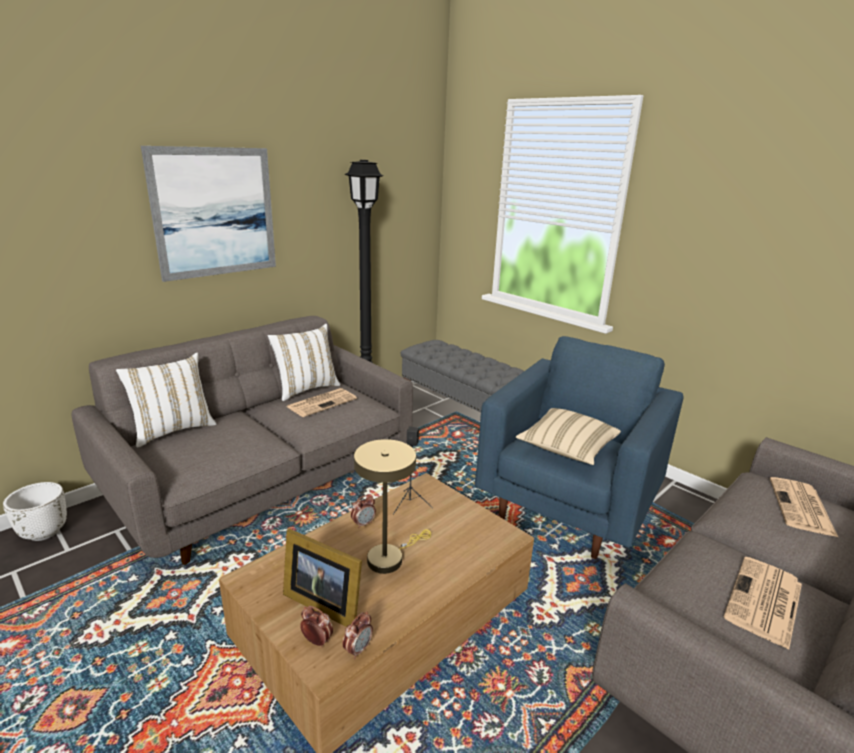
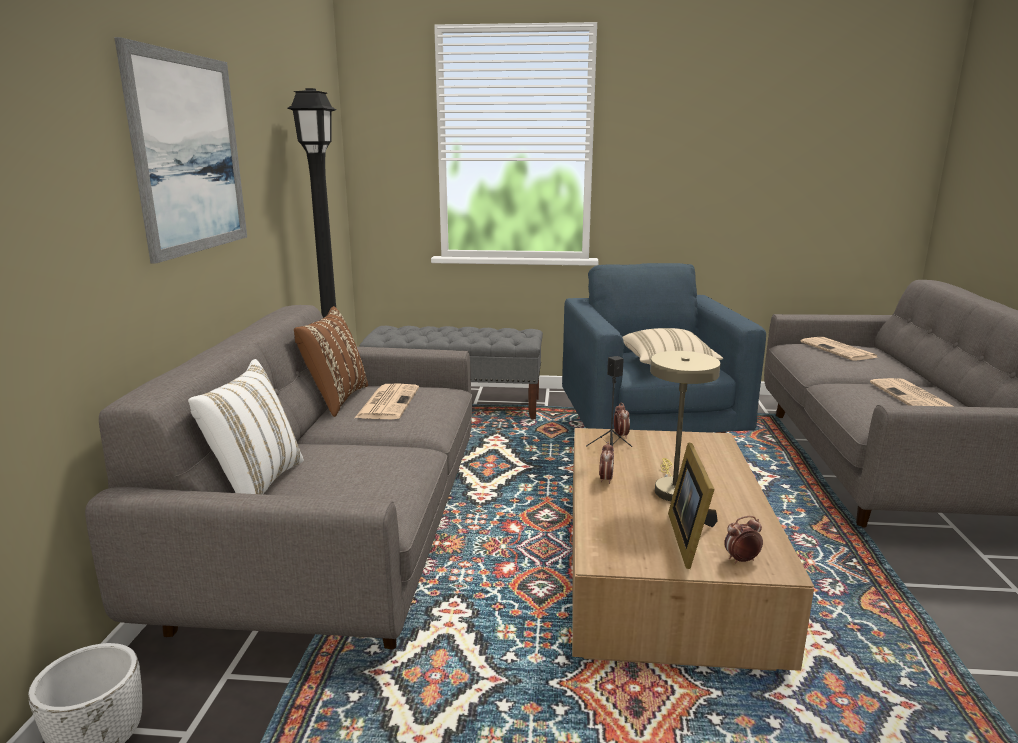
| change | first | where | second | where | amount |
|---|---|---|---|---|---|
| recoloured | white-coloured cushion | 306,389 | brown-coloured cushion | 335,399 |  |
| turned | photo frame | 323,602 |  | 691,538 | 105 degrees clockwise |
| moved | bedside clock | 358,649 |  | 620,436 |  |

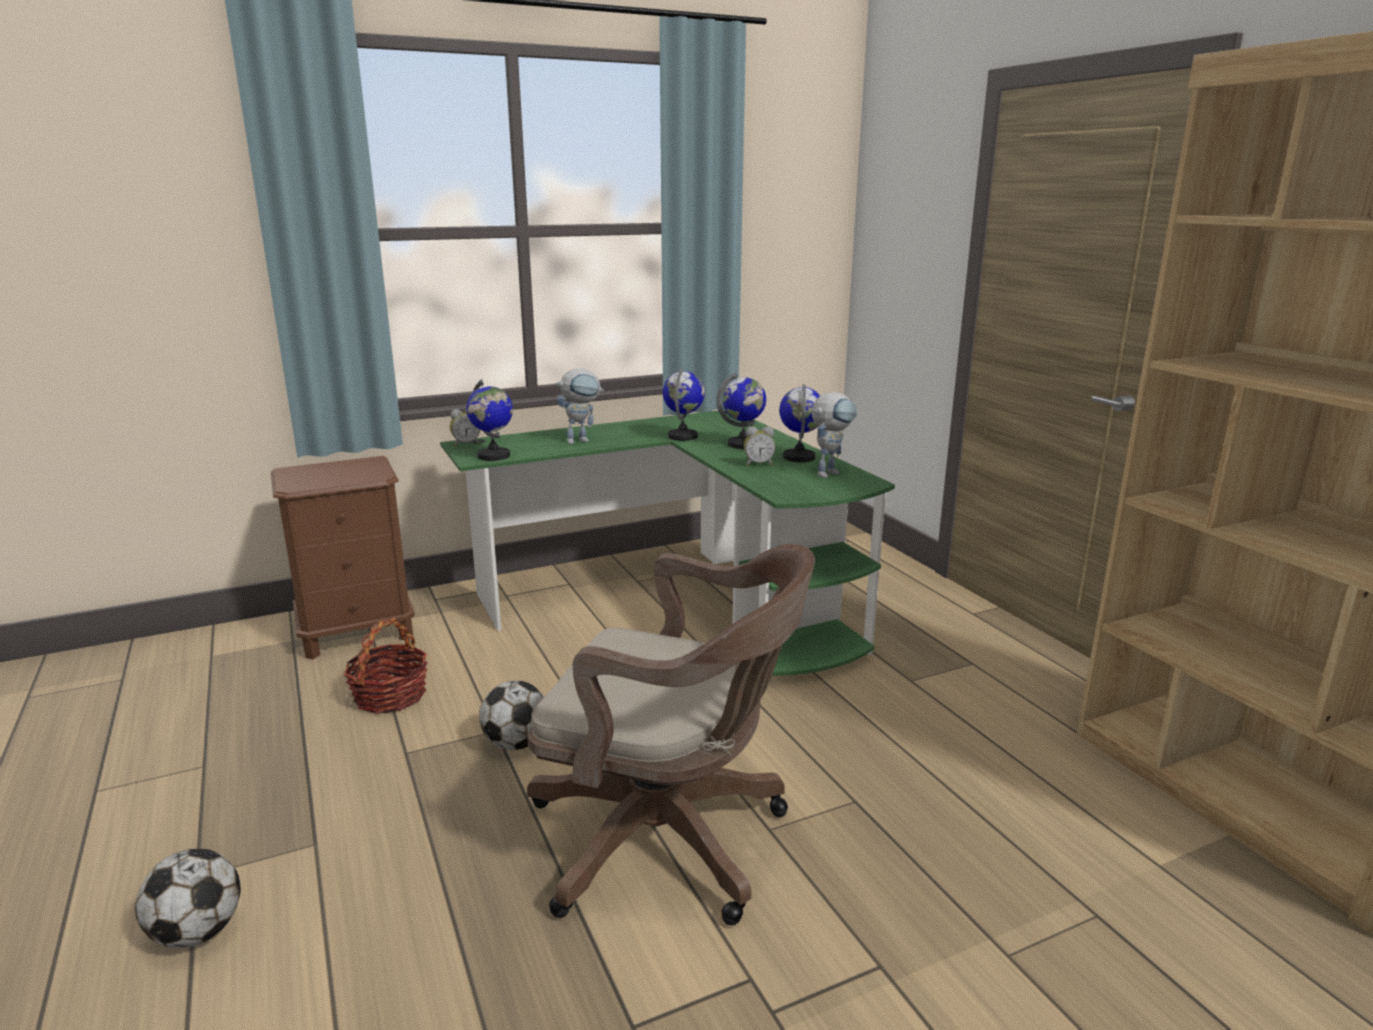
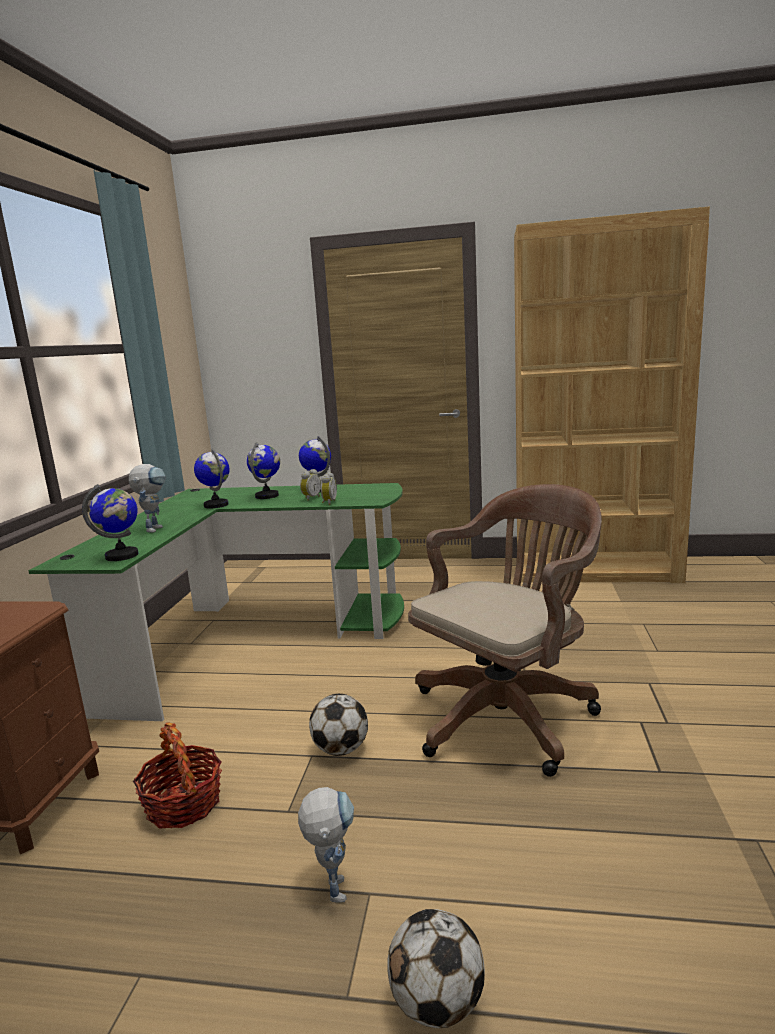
| change | first | where | second | where | amount |
|---|---|---|---|---|---|
| moved | toy robot | 830,472 |  | 333,883 |  |
| moved | bedside clock | 466,444 |  | 328,503 |  |

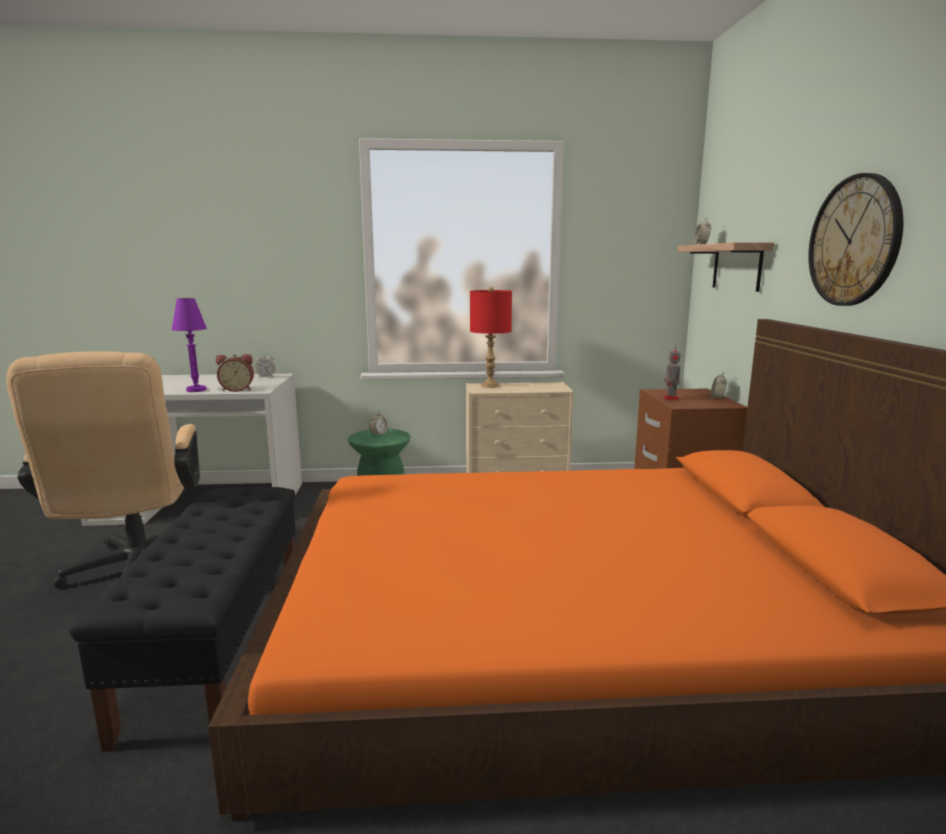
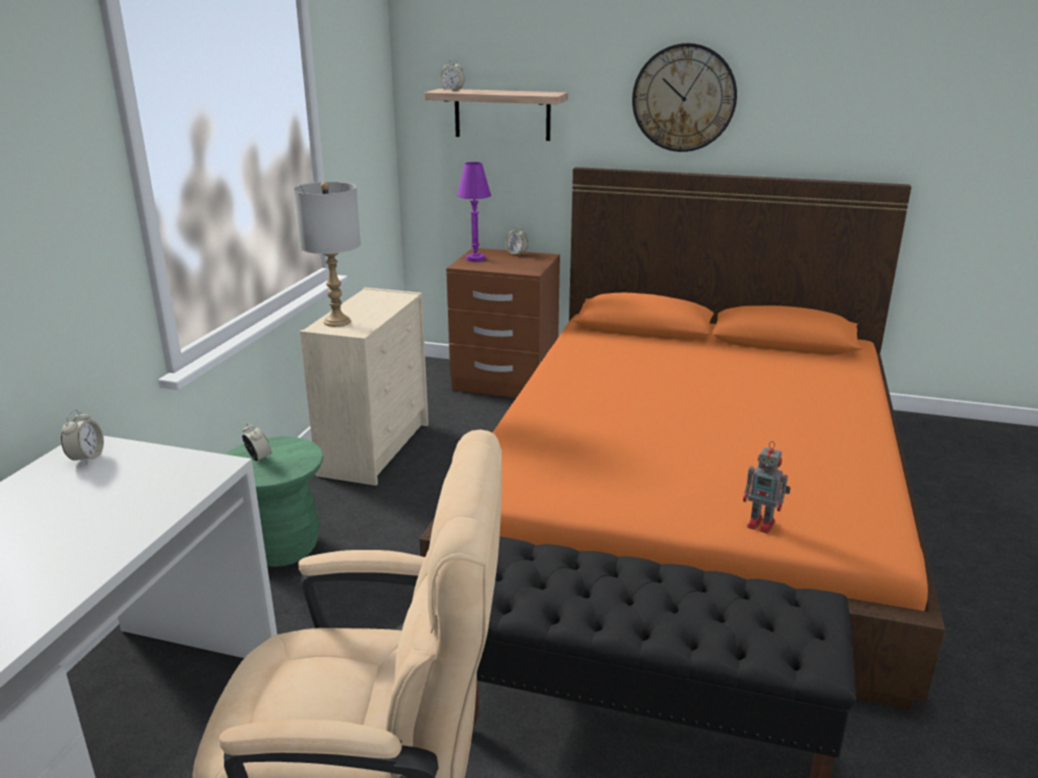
| change | first | where | second | where | amount |
|---|---|---|---|---|---|
| recoloured | reddish table lamp | 490,386 | grey table lamp | 337,322 |  |
| moved | purplish table lamp | 196,390 |  | 475,259 |  |
| moved | toy robot | 671,399 |  | 762,524 |  |
| removed | bedside clock | 237,389 |  |  |  |

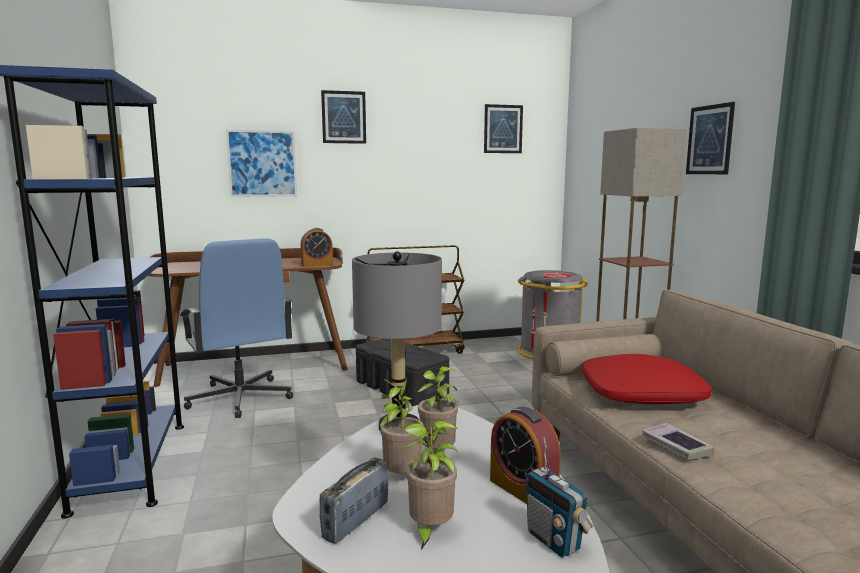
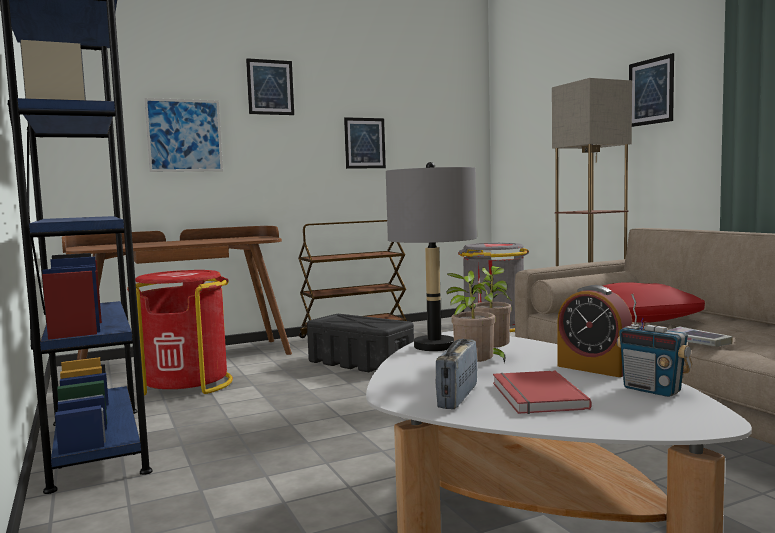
| change | first | where | second | where | amount |
|---|---|---|---|---|---|
| moved | wall picture | 503,129 |  | 365,143 |  |
| removed | bedside clock | 317,265 |  |  |  |
| replaced | blue desk chair | 240,398 | reddish rubbish bin | 186,384 |  |
| replaced | potted plant | 429,532 | reddish bound book | 535,396 |  |

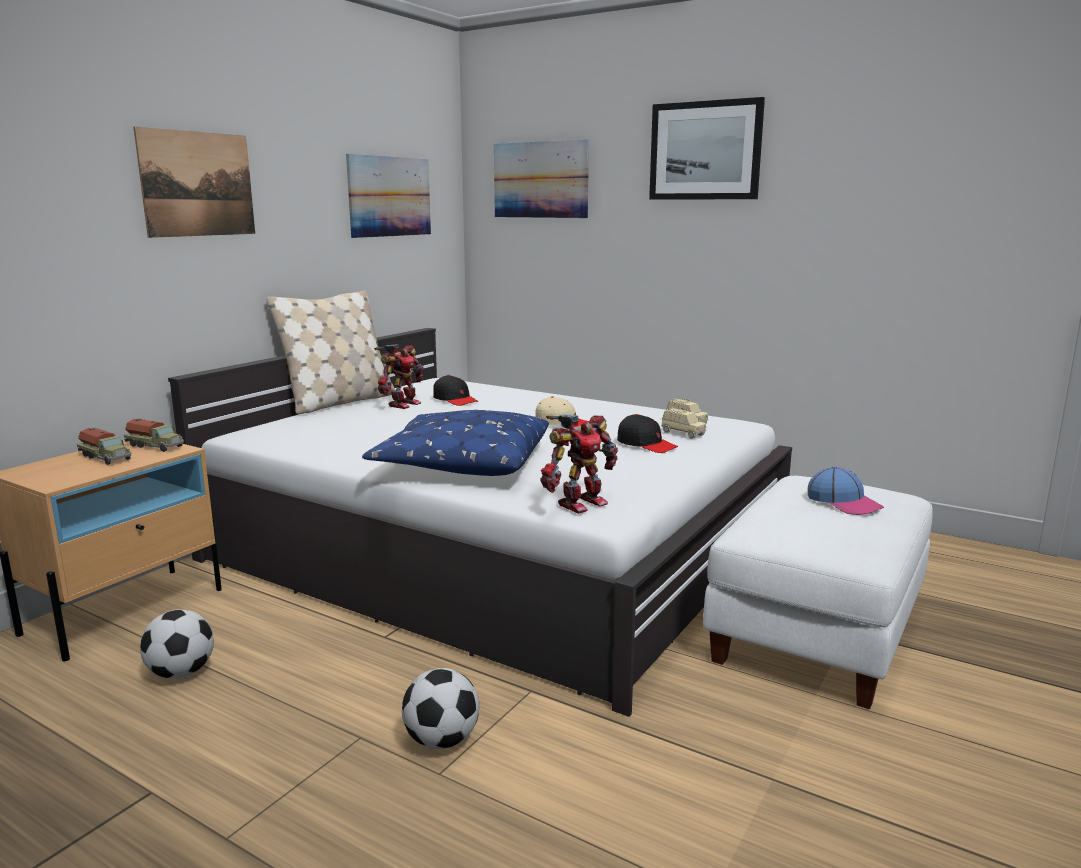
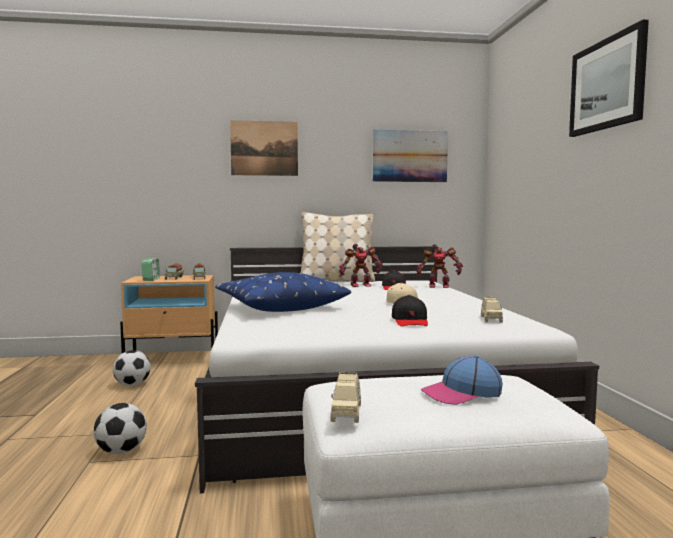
| change | first | where | second | where | amount |
|---|---|---|---|---|---|
| removed | wall picture | 540,180 |  |  |  |
| moved | sand-coloured toy car | 682,433 |  | 346,412 |  |
| moved | toy robot | 579,503 |  | 438,286 |  |
| turned | cap | 844,502 |  | 461,393 | 60 degrees clockwise |
| added |  |  | bedside clock | 151,279 |  |

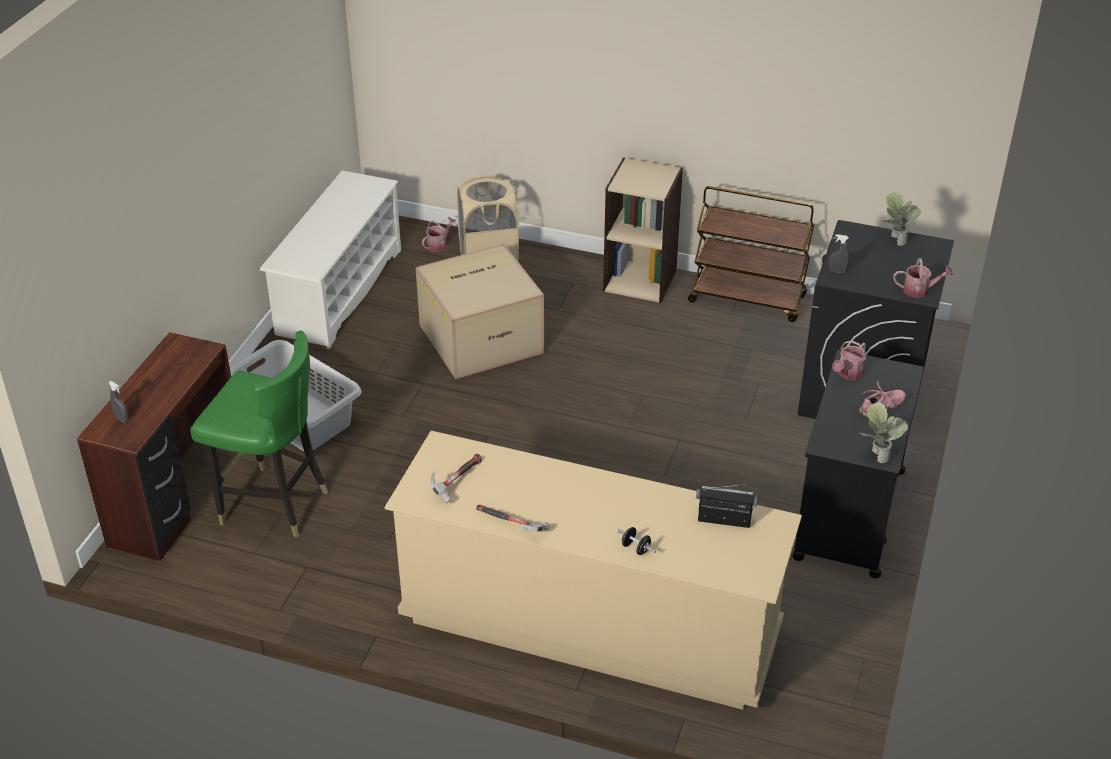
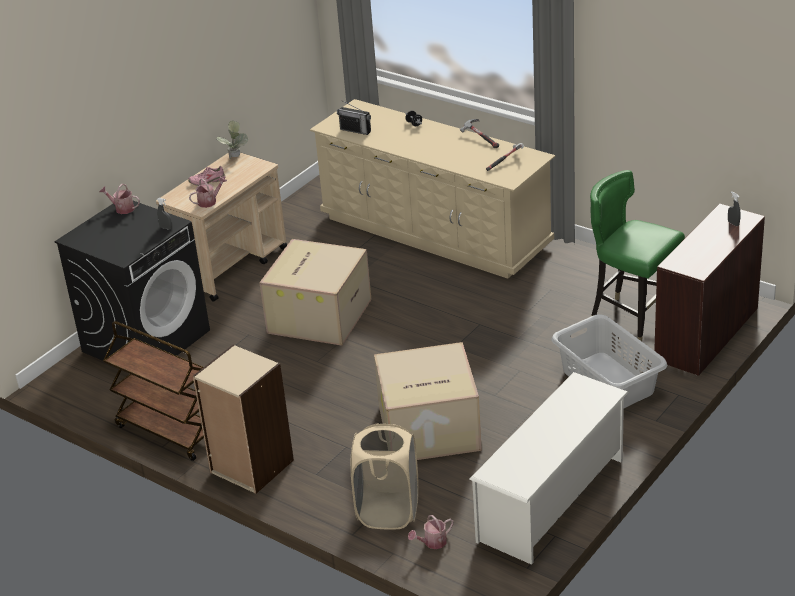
| change | first | where | second | where | amount |
|---|---|---|---|---|---|
| removed | potted plant | 895,239 |  |  |  |
| recoloured | blackish trolley | 849,515 | sand-coloured trolley | 231,266 |  |
| added |  |  | cardboard box | 319,315 |  |

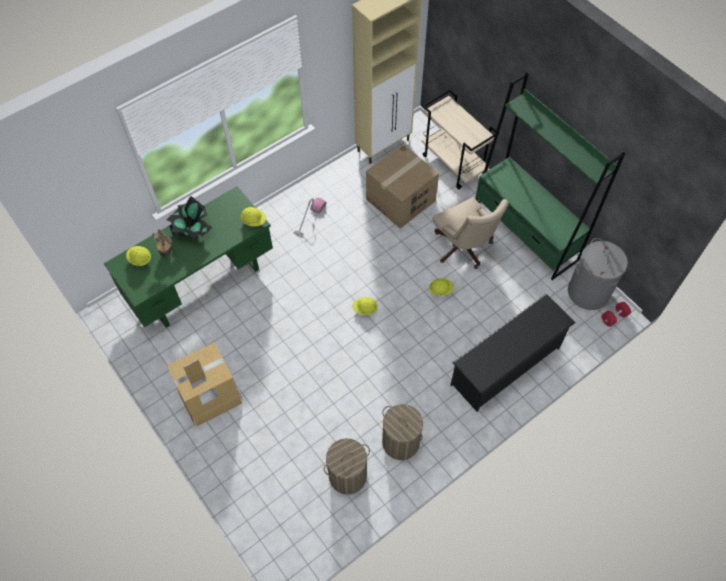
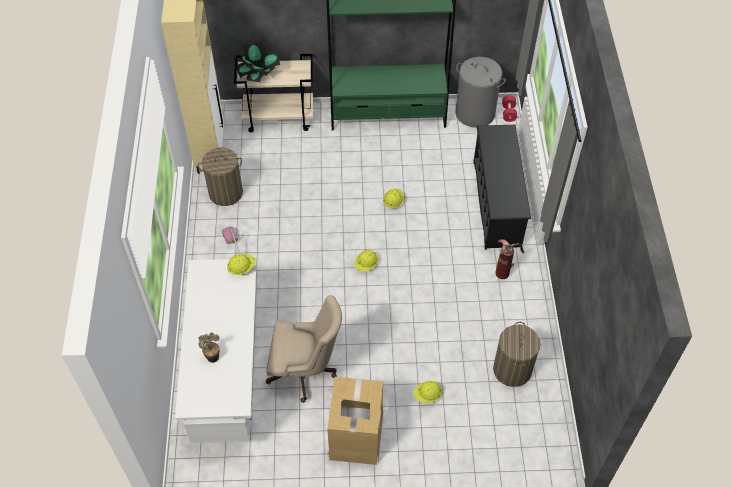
| change | first | where | second | where | amount |
|---|---|---|---|---|---|
| removed | cardboard box | 400,200 |  |  |  |
| recoloured | green-coloured desk table | 202,283 | white-coloured desk table | 227,375 |  |
| moved | potted plant | 192,230 |  | 259,75 |  |
| moved | sand-coloured desk chair | 464,249 |  | 306,371 |  |
| moved | yellowish safety helmet | 140,259 |  | 427,395 |  |
| moved | hamper | 400,442 |  | 225,193 |  |
| added |  |  | fire-fighting cylinder | 505,269 |  |

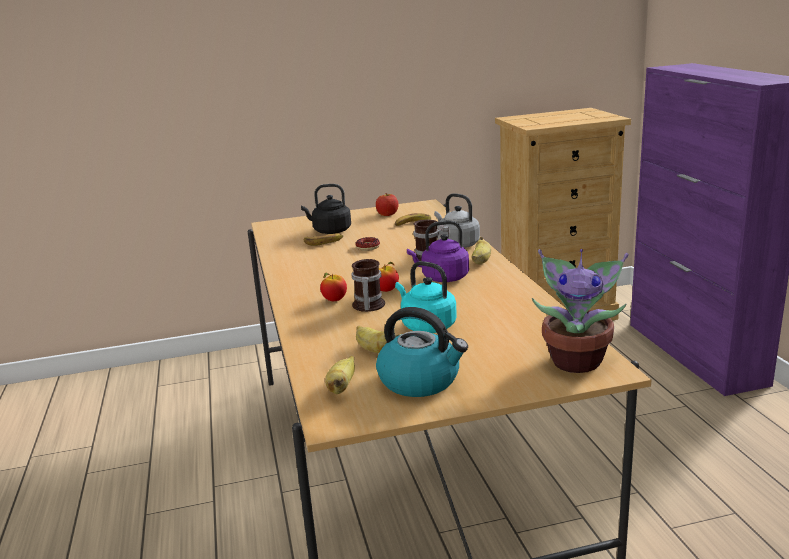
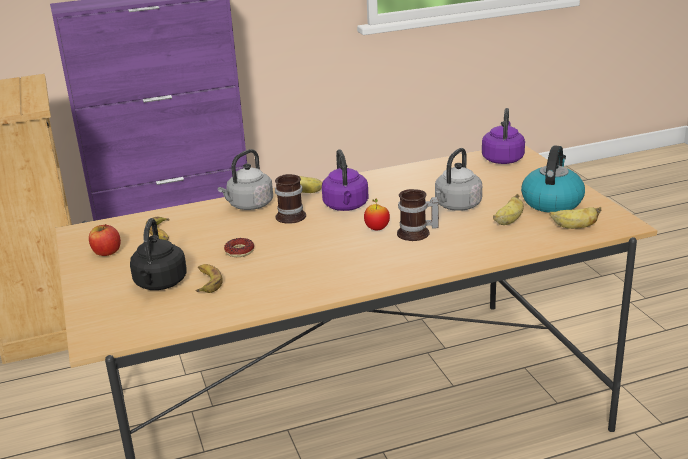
| change | first | where | second | where | amount |
|---|---|---|---|---|---|
| replaced | potted plant | 577,360 | purplish water kettle | 503,158 |  |
| recoloured | turquoise-coloured water kettle | 426,326 | grey water kettle | 456,206 |  |
| removed | apple | 334,300 |  |  |  |

